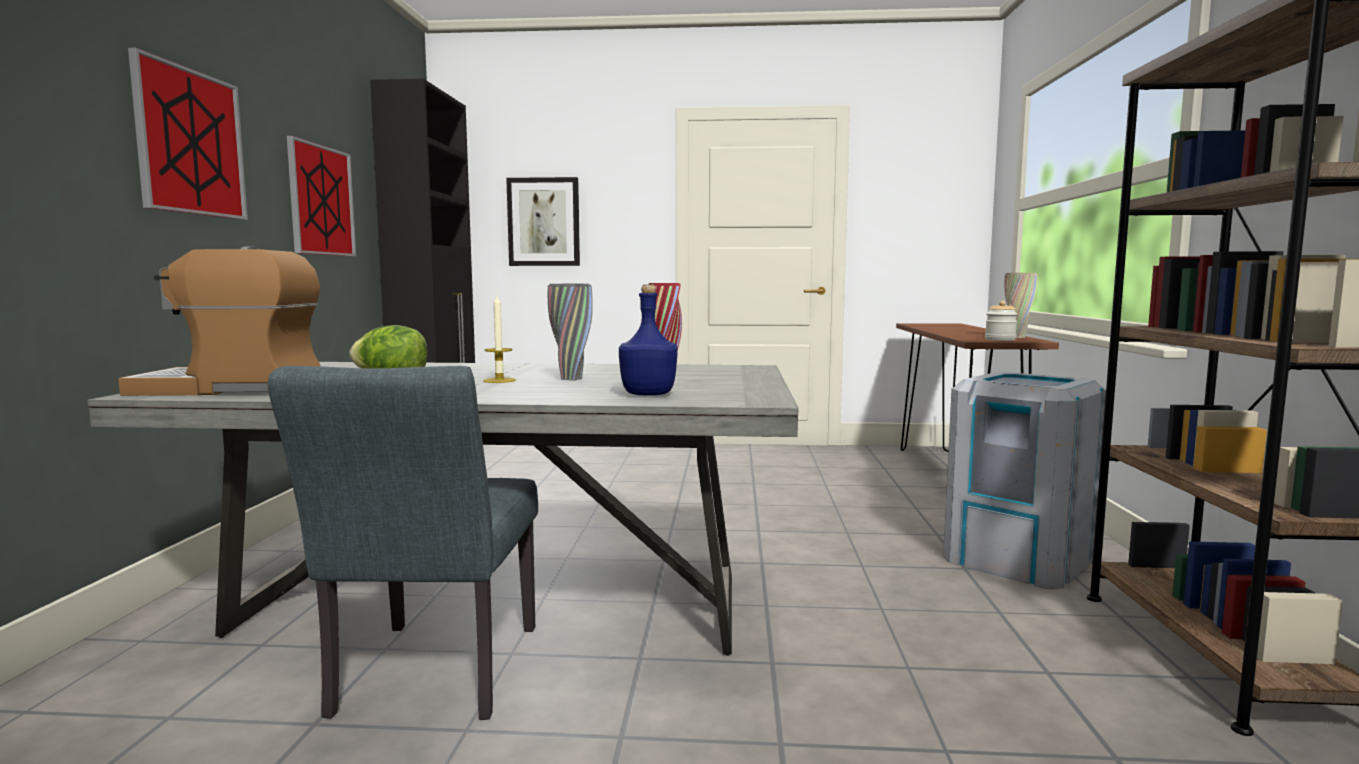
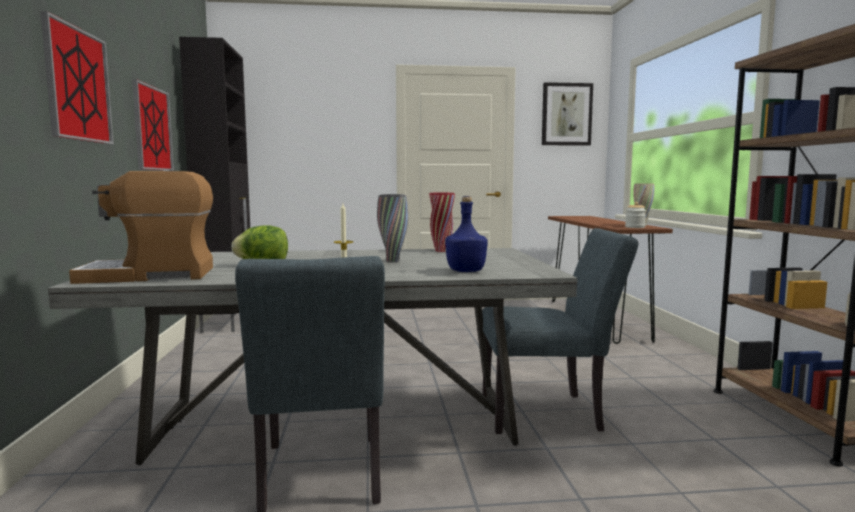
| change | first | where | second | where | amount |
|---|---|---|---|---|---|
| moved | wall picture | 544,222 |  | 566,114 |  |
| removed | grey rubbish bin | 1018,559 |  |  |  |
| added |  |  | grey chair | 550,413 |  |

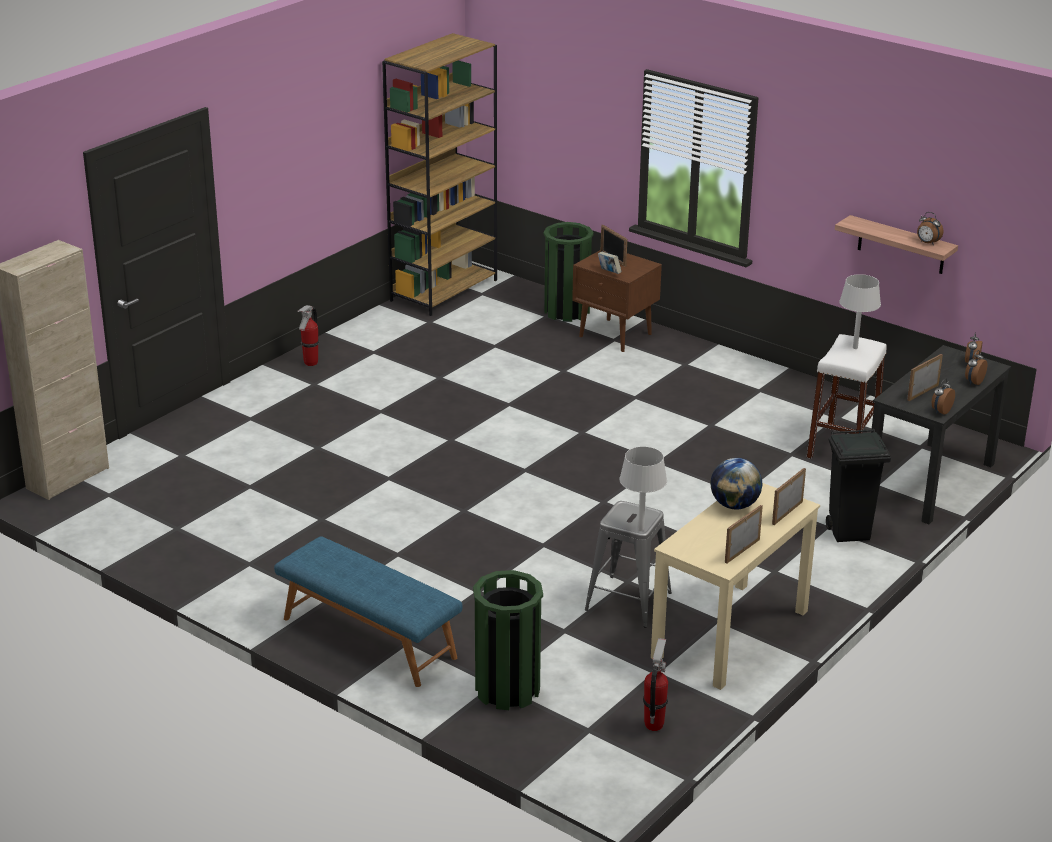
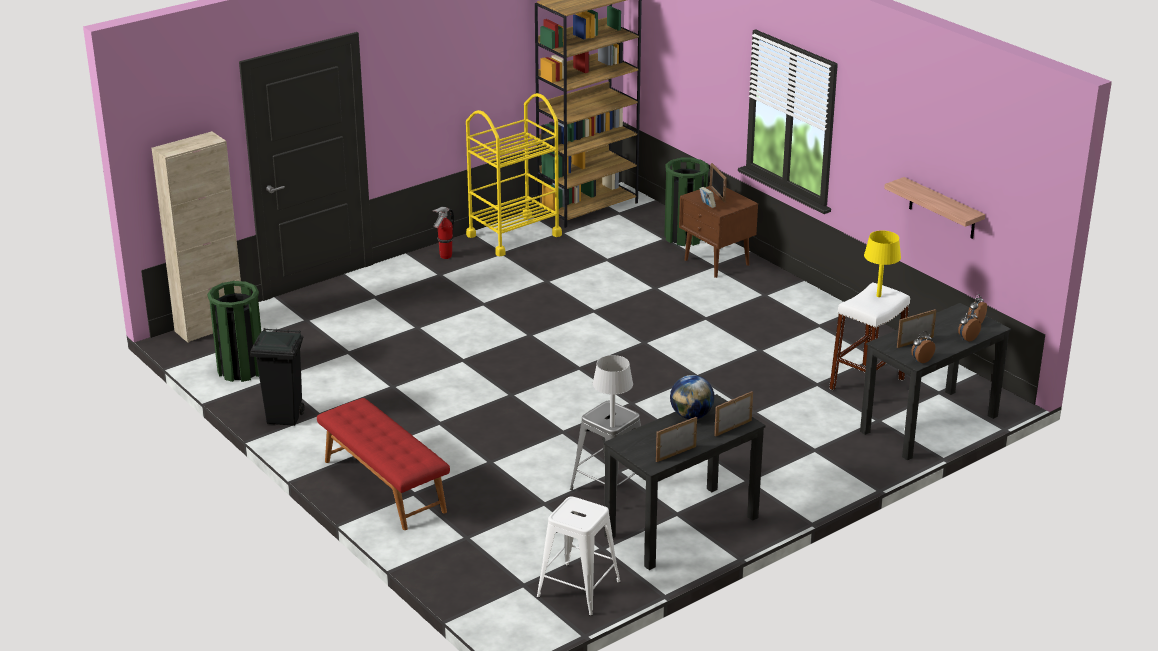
| change | first | where | second | where | amount |
|---|---|---|---|---|---|
| removed | bedside clock | 927,243 |  |  |  |
| recoloured | grey table lamp | 855,348 | yellowish table lamp | 878,296 |  |
| moved | blackish rubbish bin | 849,533 |  | 285,418 |  |
| recoloured | sand-coloured desk table | 730,634 | blackish desk table | 681,527 |  |
| recoloured | blue indoor bench | 368,638 | reddish indoor bench | 383,486 |  |
| moved | green-coloured rubbish bin | 507,689 |  | 241,369 |  |
| replaced | fire-fighting cylinder | 654,725 | white-coloured stool | 579,589 |  |
| added |  |  | yellowish trolley | 514,235 |  |

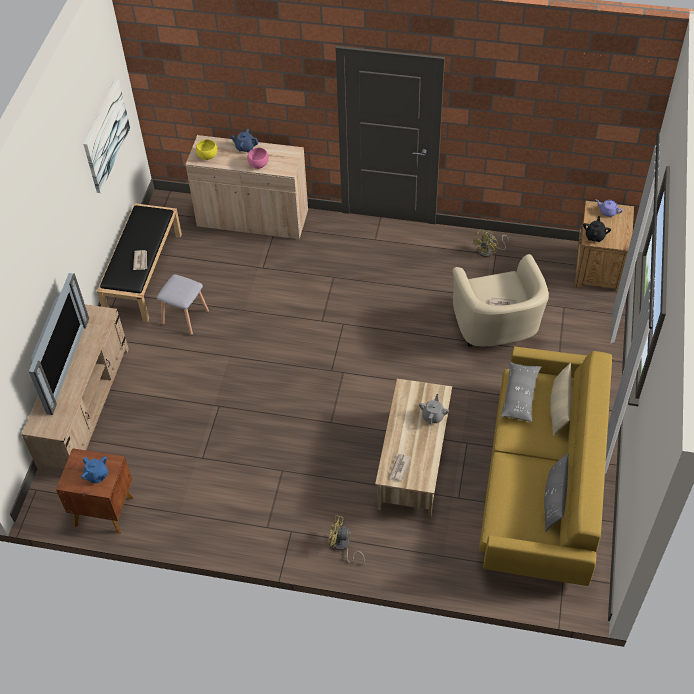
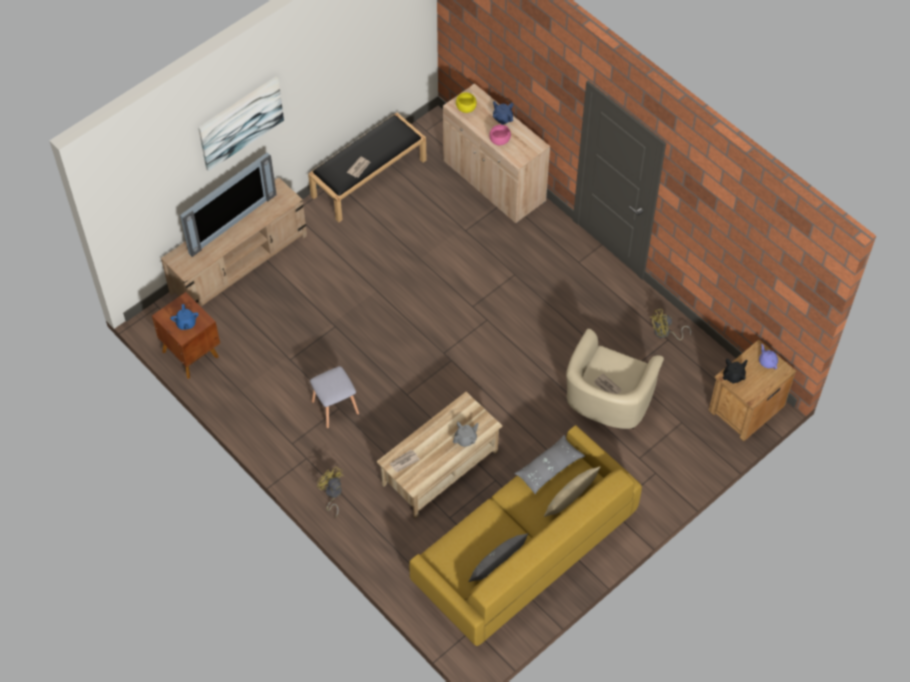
| change | first | where | second | where | amount |
|---|---|---|---|---|---|
| moved | wall picture | 105,135 |  | 240,122 |  |
| moved | grey stool | 184,317 |  | 334,407 |  |

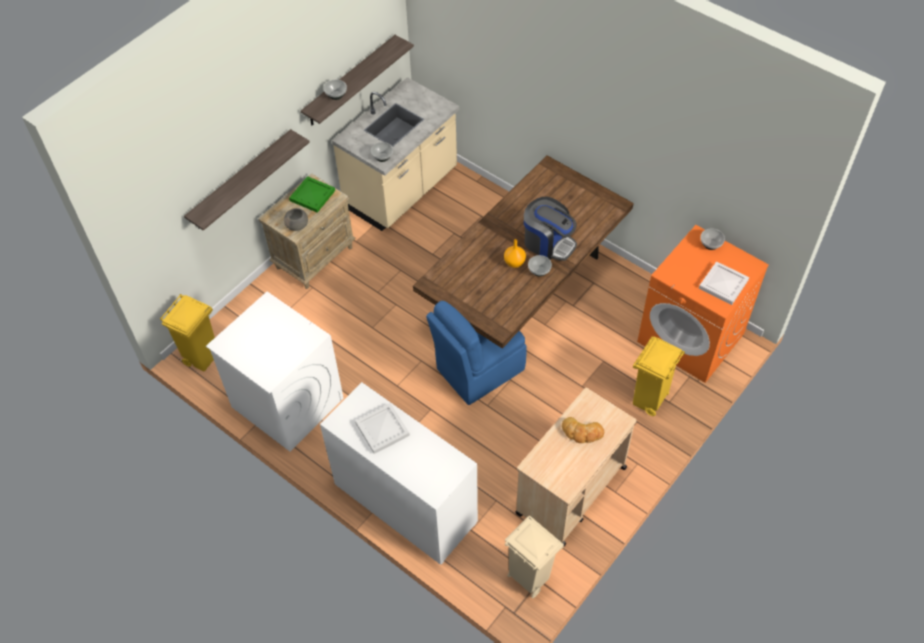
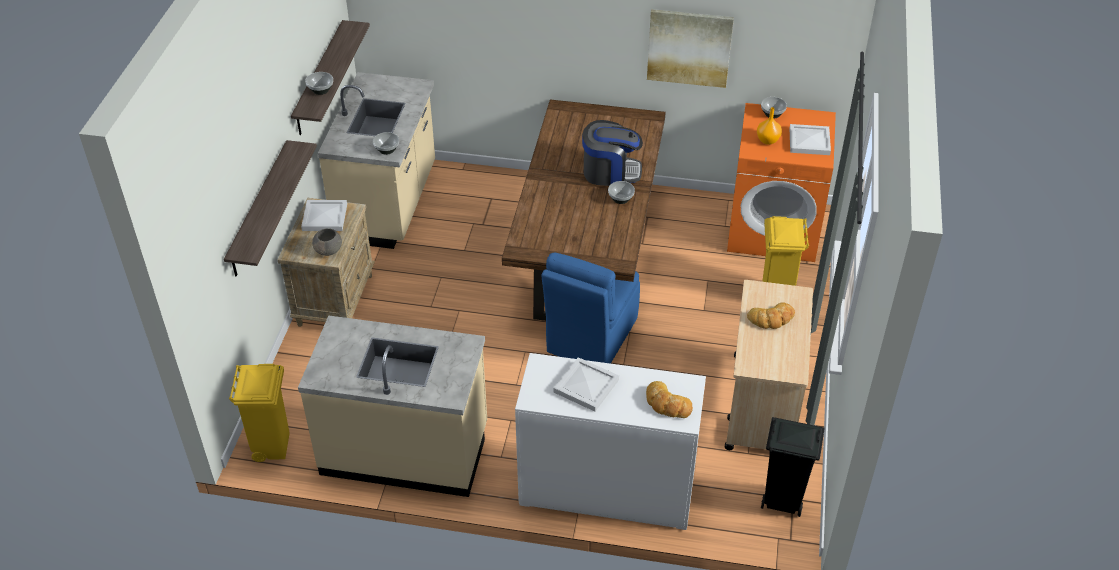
| change | first | where | second | where | amount |
|---|---|---|---|---|---|
| recoloured | green-coloured serving tray | 312,195 | white-coloured serving tray | 324,217 |  |
| moved | orange-coloured vase | 514,263 |  | 768,140 |  |
| replaced | white-coloured laundry machine | 287,402 | sand-coloured counter | 405,450 |  |
| recoloured | sand-coloured rubbish bin | 529,578 | blackish rubbish bin | 781,501 |  |
| added |  |  | wall picture | 689,47 |  |
| added |  |  | baked bread | 667,404 |  |

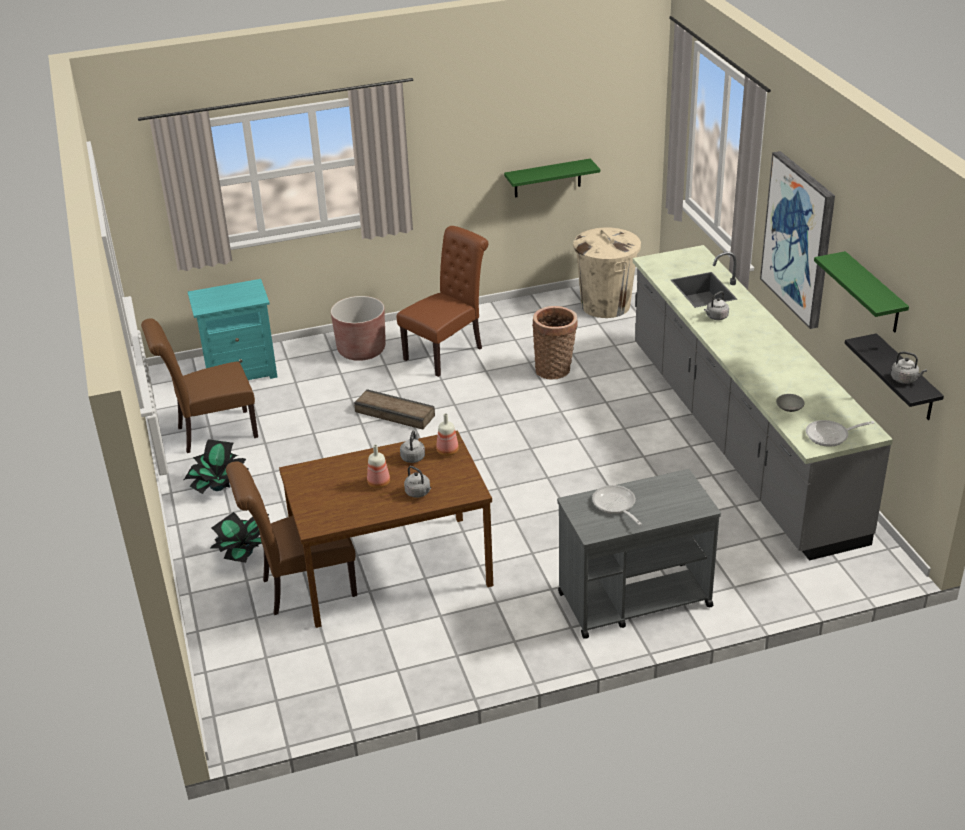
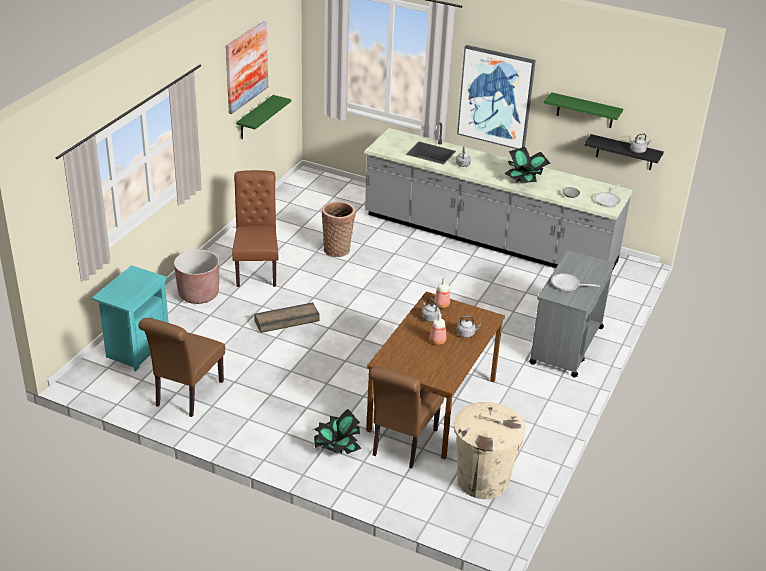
| change | first | where | second | where | amount |
|---|---|---|---|---|---|
| moved | sand-coloured rubbish bin | 605,305 |  | 482,480 |  |
| moved | potted plant | 218,487 |  | 524,181 |  |
| added |  |  | wall picture | 246,66 |  |

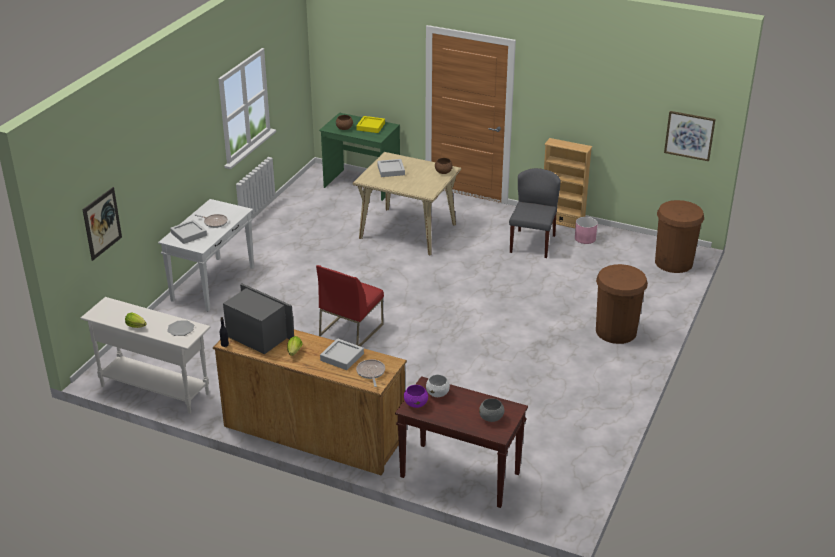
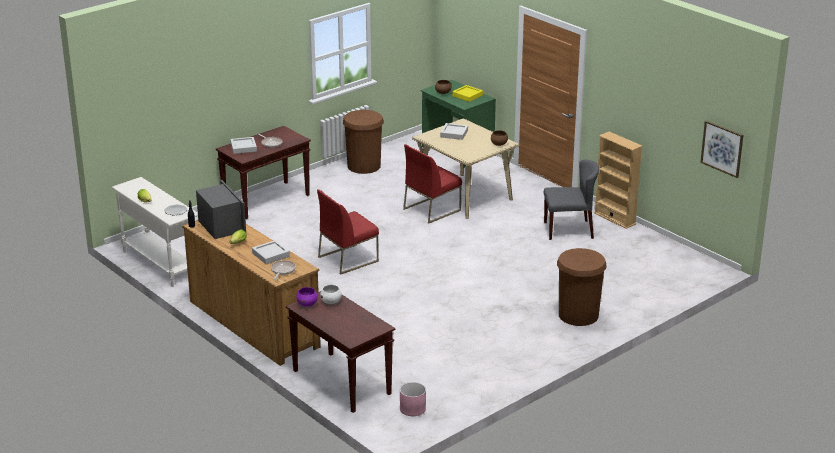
| change | first | where | second | where | amount |
|---|---|---|---|---|---|
| turned | grey chair | 532,243 |  | 569,230 | 45 degrees clockwise |
| removed | wall picture | 102,223 |  |  |  |
| recoloured | white-coloured hall table | 213,283 | brown-coloured hall table | 267,200 |  |
| moved | brown-coloured rubbish bin | 673,262 |  | 364,166 |  |
| moved | pink plant pot | 585,238 |  | 412,409 |  |
| removed | grey deep dish | 491,418 |  |  |  |
| added |  |  | reddish chair | 432,209 |  |

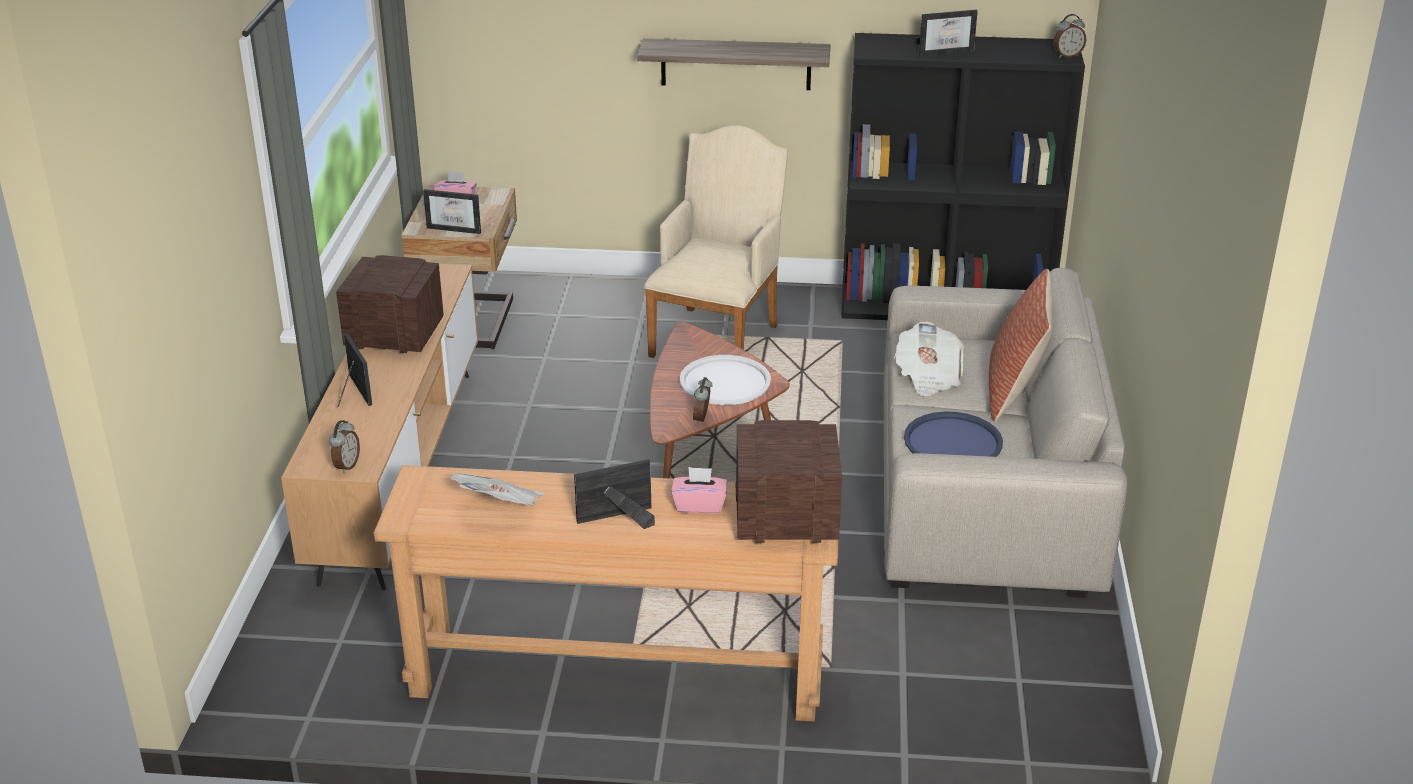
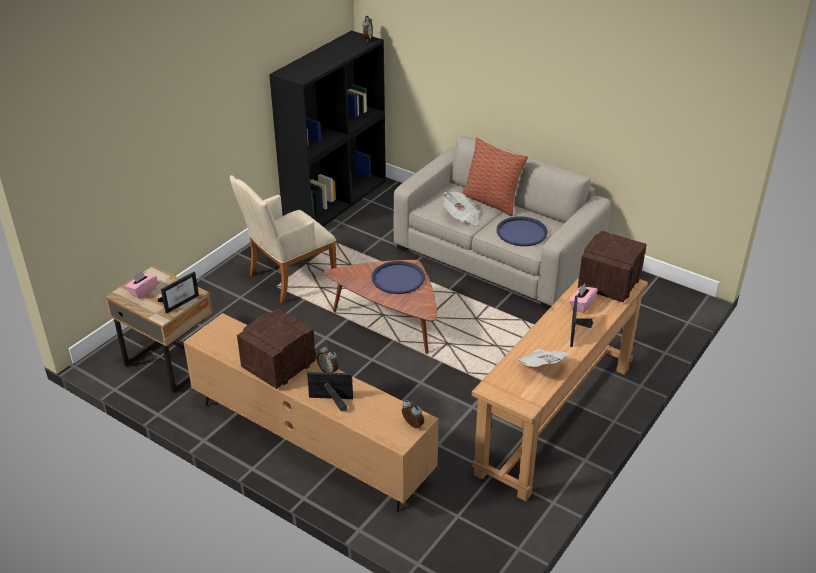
| change | first | where | second | where | amount |
|---|---|---|---|---|---|
| removed | photo frame | 945,51 |  |  |  |
| removed | bracket shelf | 736,64 |  |  |  |
| turned | sand-coloured armchair | 718,336 |  | 288,278 | 90 degrees counterclockwise |
| recoloured | white-coloured serving tray | 725,382 | blue serving tray | 398,278 |  |
| moved | bedside clock | 702,418 |  | 328,370 |  |

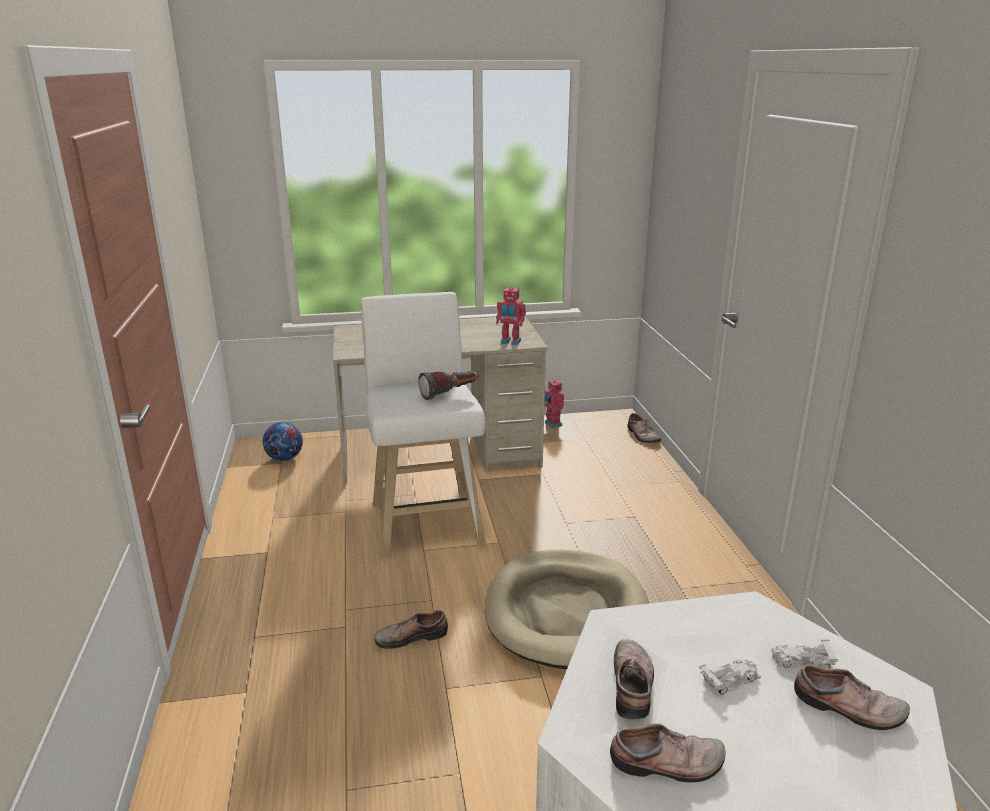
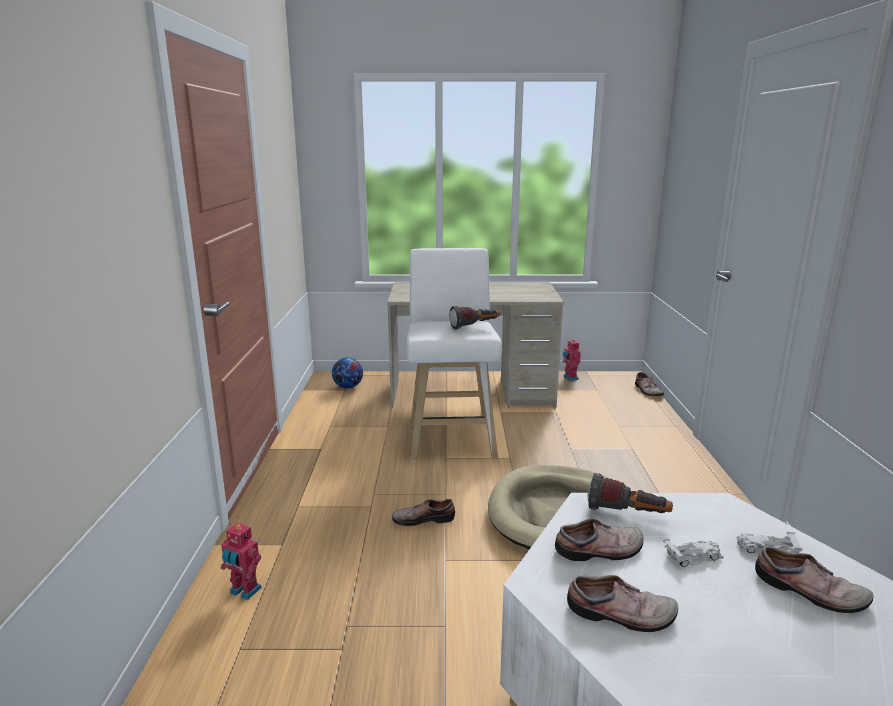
| change | first | where | second | where | amount |
|---|---|---|---|---|---|
| moved | toy robot | 510,342 |  | 244,591 |  |
| turned | item of footwear | 634,685 |  | 600,551 | 60 degrees clockwise |
| added |  |  | torch | 627,514 |  |

